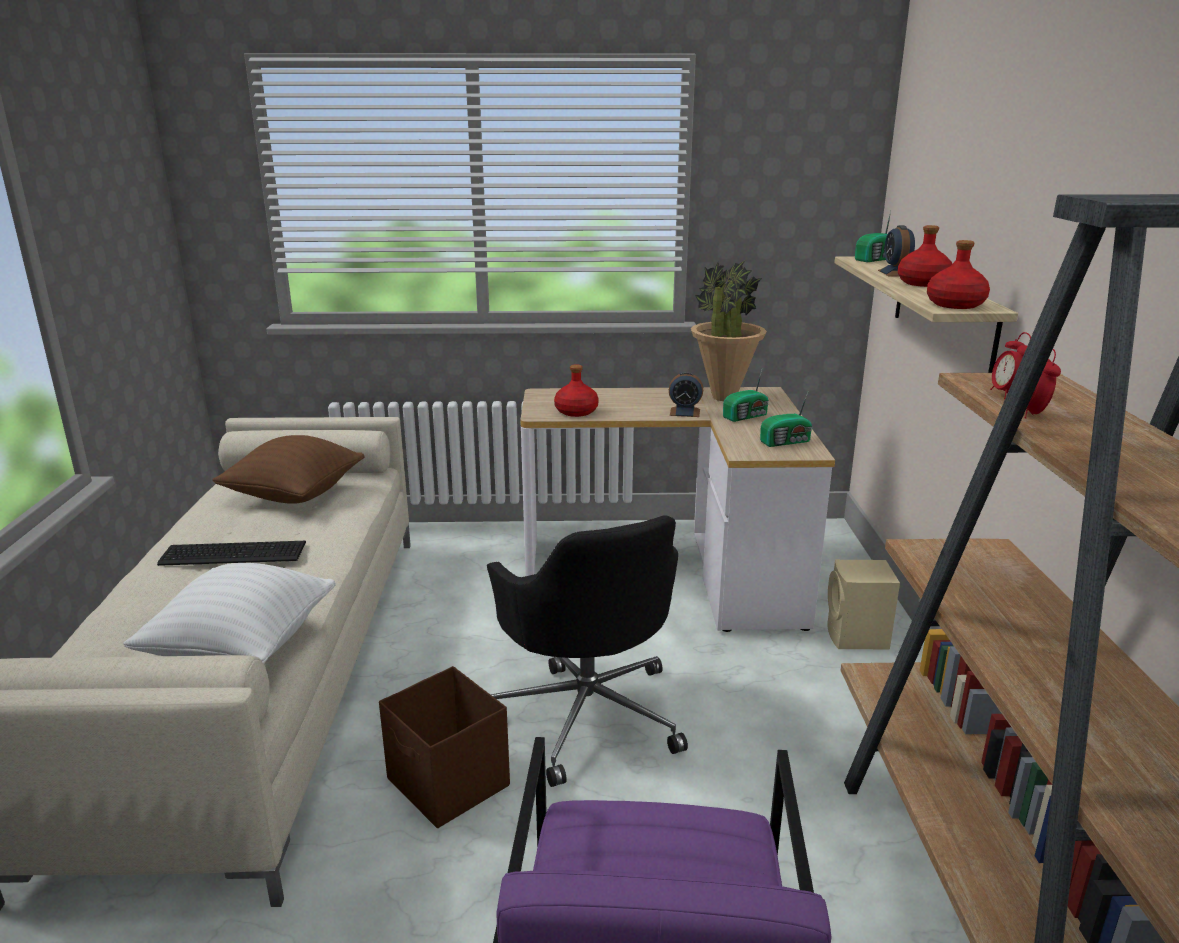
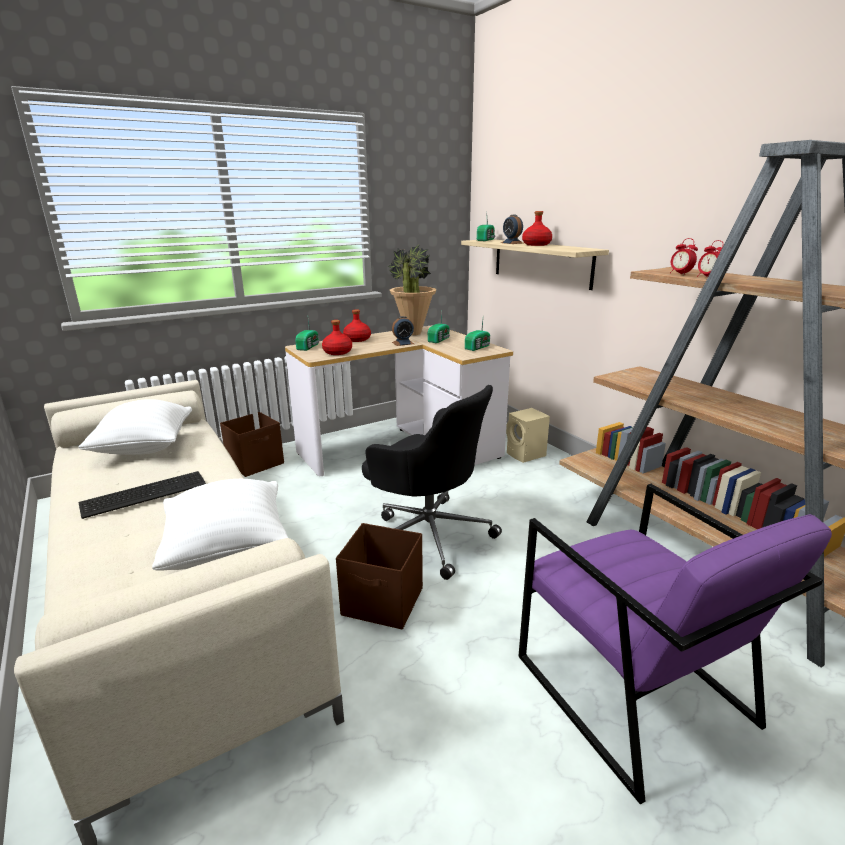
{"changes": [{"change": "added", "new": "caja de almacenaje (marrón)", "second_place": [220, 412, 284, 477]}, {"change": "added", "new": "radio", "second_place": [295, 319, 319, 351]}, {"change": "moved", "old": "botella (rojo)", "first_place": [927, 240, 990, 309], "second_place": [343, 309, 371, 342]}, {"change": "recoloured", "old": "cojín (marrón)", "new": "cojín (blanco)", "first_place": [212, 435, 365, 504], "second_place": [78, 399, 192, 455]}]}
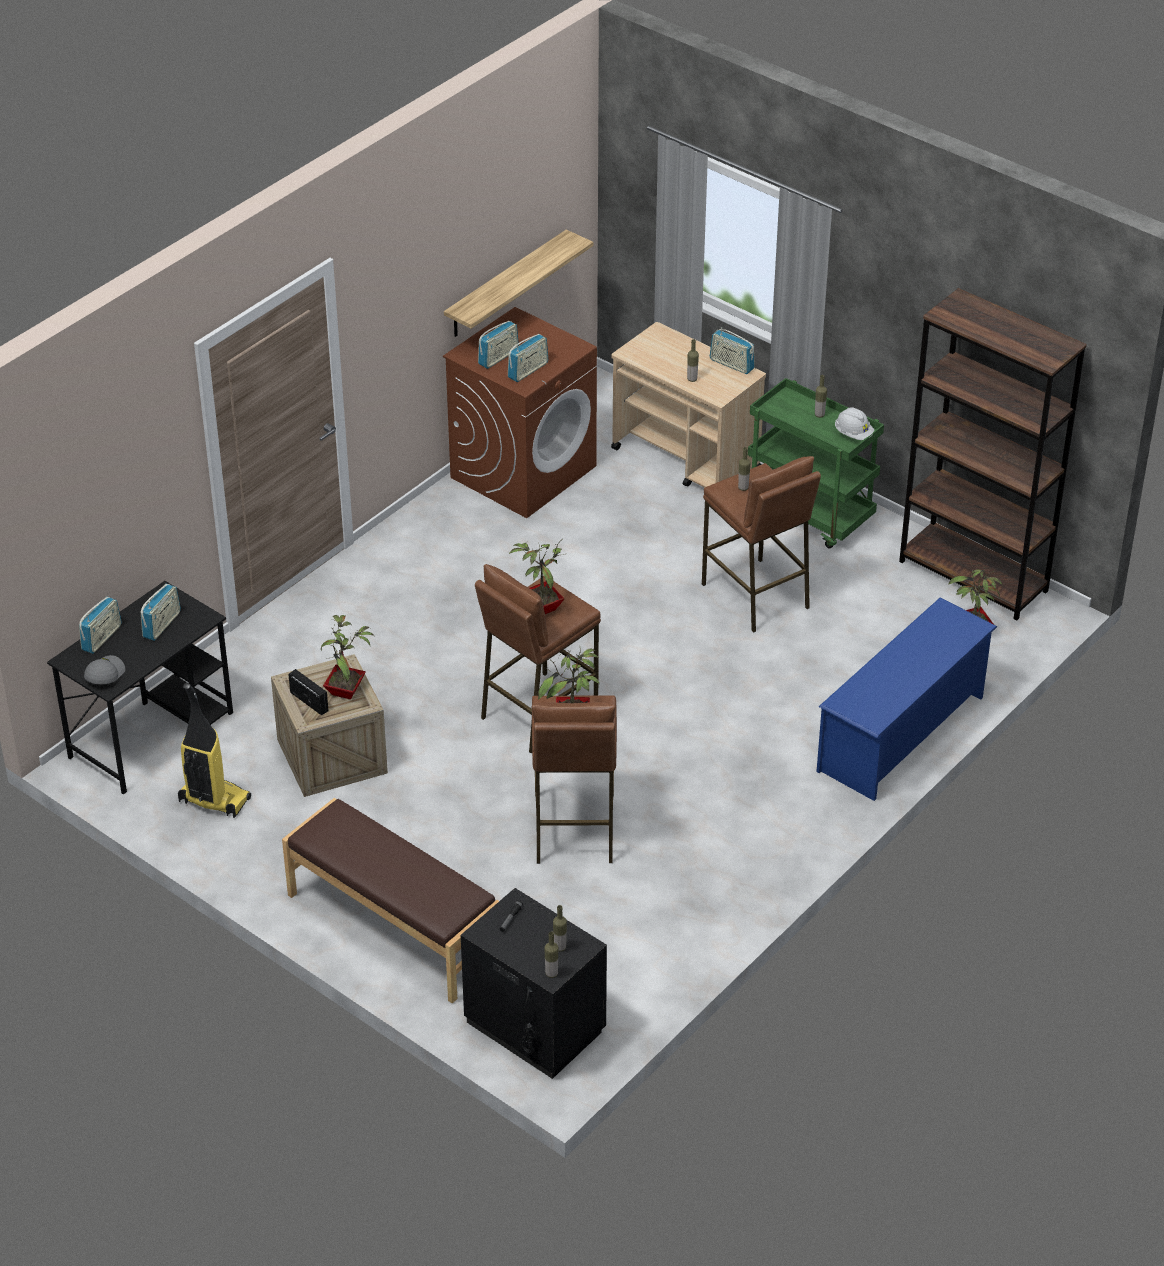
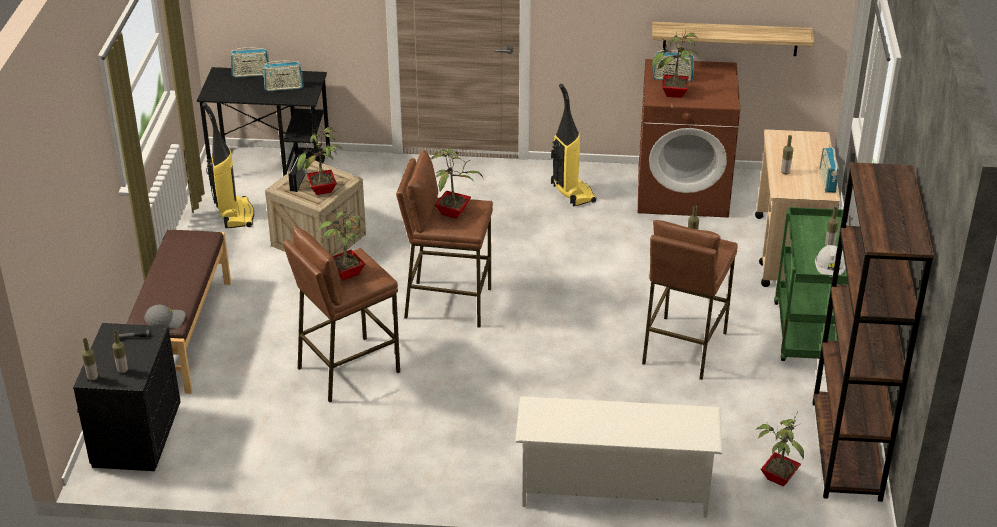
{"changes": [{"change": "added", "new": "aspiradora", "second_place": [551, 84, 596, 206]}, {"change": "moved", "old": "gorra (gris)", "first_place": [84, 655, 125, 684], "second_place": [144, 305, 185, 328]}, {"change": "replaced", "old": "radio", "new": "planta en maceta", "first_place": [508, 334, 548, 382], "second_place": [651, 32, 698, 98]}, {"change": "recoloured", "old": "zapatero (azul)", "new": "zapatero (blanco)", "first_place": [816, 598, 997, 801], "second_place": [515, 396, 723, 518]}]}
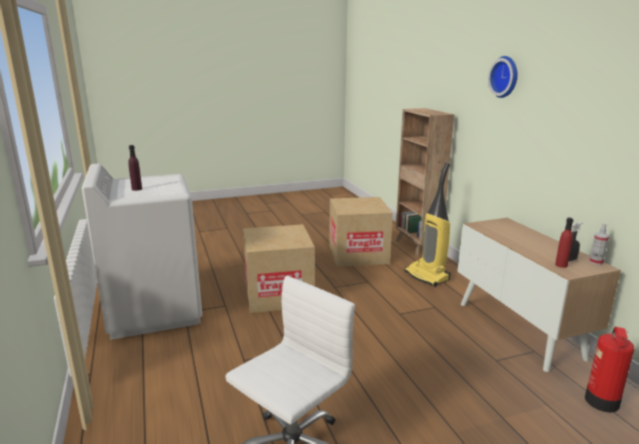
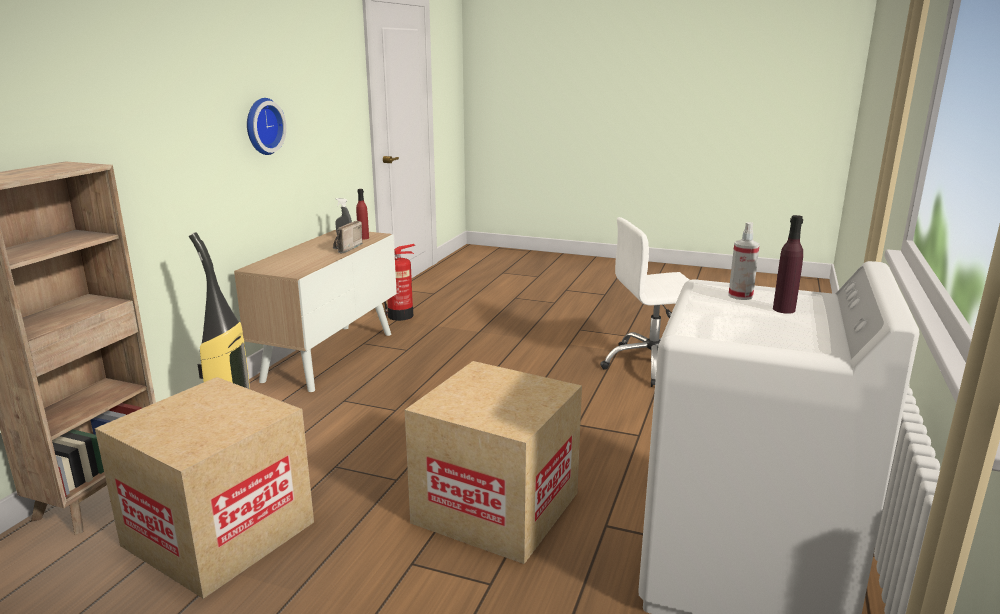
{"changes": [{"change": "added", "new": "radio", "second_place": [333, 221, 363, 253]}, {"change": "moved", "old": "reloj de pared", "first_place": [488, 56, 518, 98], "second_place": [247, 98, 286, 155]}, {"change": "moved", "old": "pulverizador", "first_place": [589, 223, 609, 265], "second_place": [728, 222, 760, 300]}]}
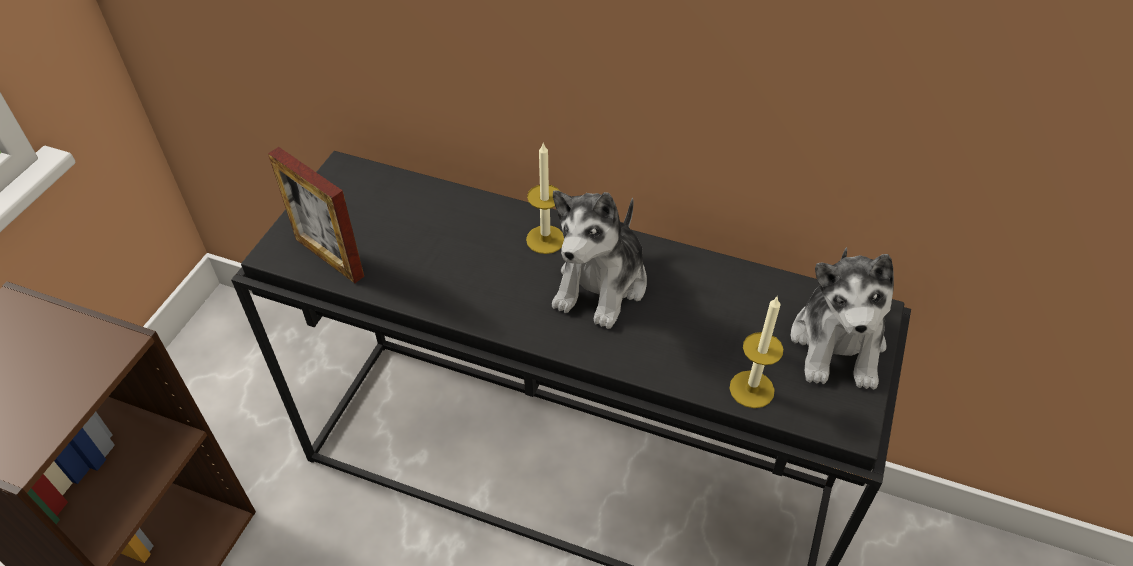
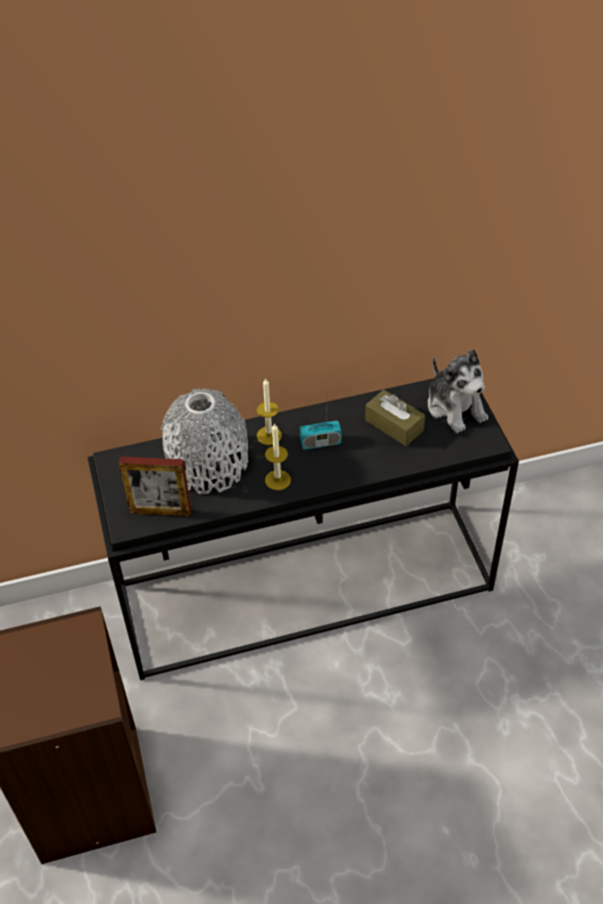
{"changes": [{"change": "added", "new": "florero (gris)", "second_place": [161, 389, 248, 494]}, {"change": "added", "new": "caja de pañuelos (marrón)", "second_place": [365, 390, 425, 446]}, {"change": "moved", "old": "vela", "first_place": [729, 296, 783, 408], "second_place": [265, 424, 291, 490]}, {"change": "replaced", "old": "peluche", "new": "radio", "first_place": [552, 190, 647, 329], "second_place": [300, 401, 342, 450]}]}
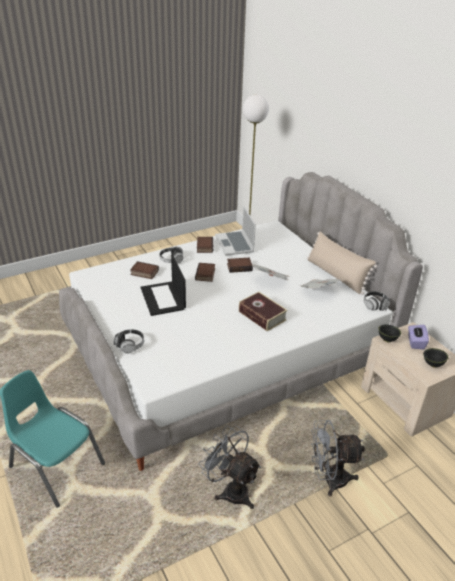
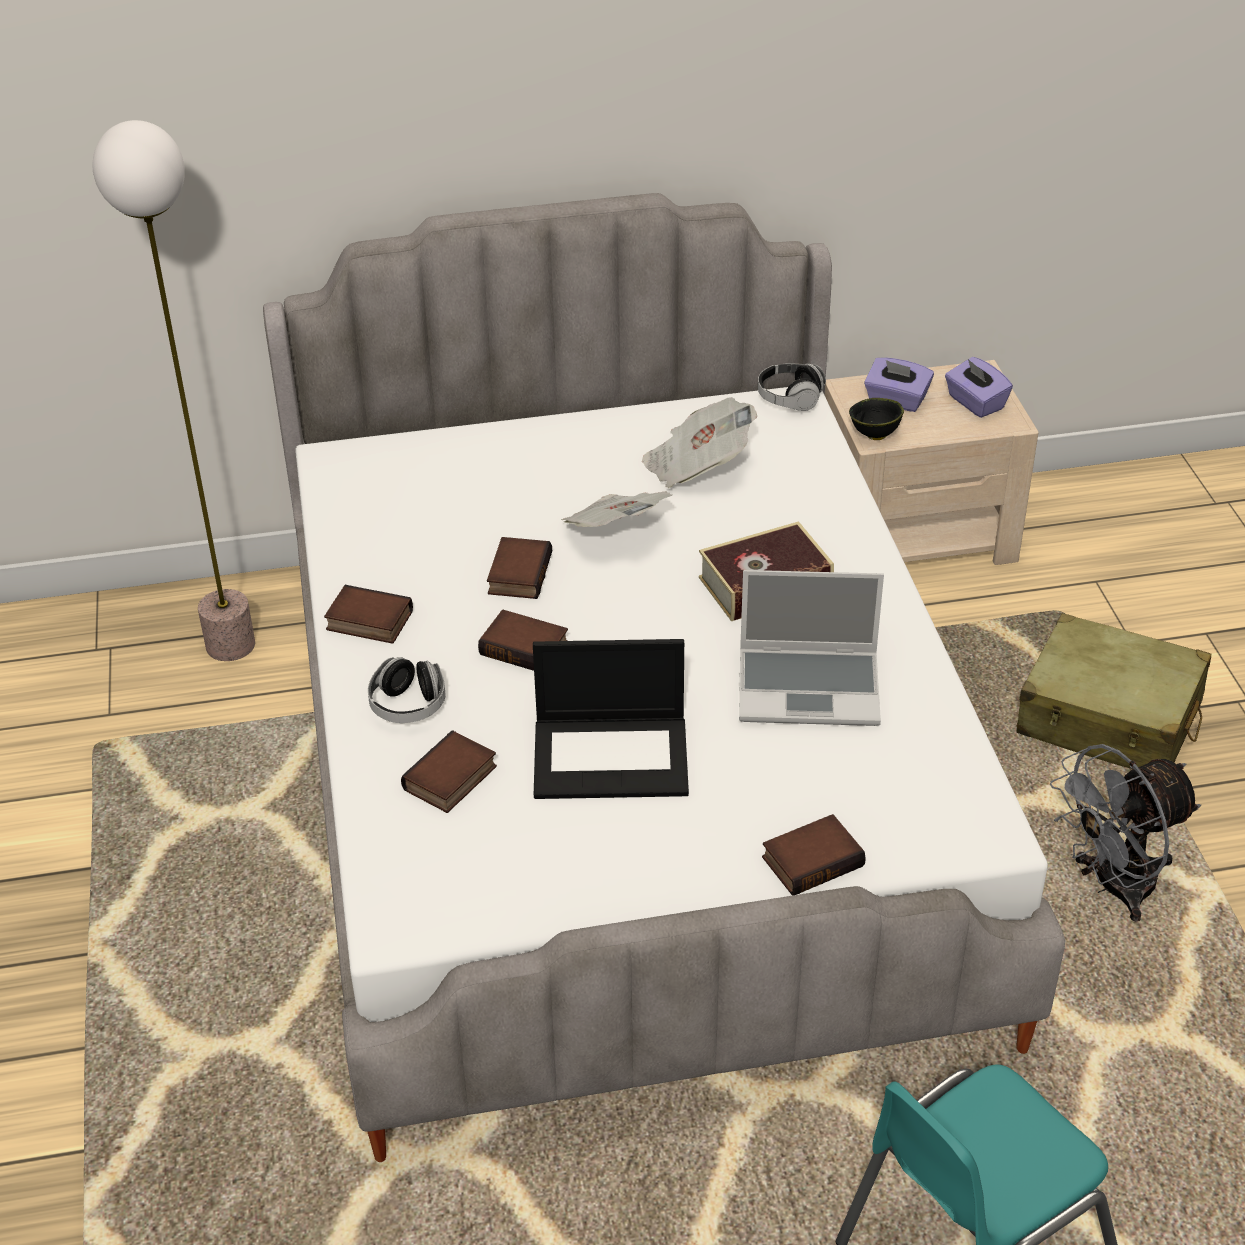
{"changes": [{"change": "removed", "old": "cojín (beis)", "first_place": [307, 231, 377, 295]}, {"change": "moved", "old": "portátil", "first_place": [215, 206, 256, 256], "second_place": [739, 570, 884, 726]}, {"change": "replaced", "old": "auriculares", "new": "libro", "first_place": [113, 329, 144, 354], "second_place": [762, 814, 866, 896]}, {"change": "replaced", "old": "ventilador (gris)", "new": "maleta (beis)", "first_place": [311, 420, 365, 496], "second_place": [1017, 613, 1211, 769]}, {"change": "replaced", "old": "cuenco (negro)", "new": "caja de pañuelos (morado)", "first_place": [423, 348, 448, 367], "second_place": [945, 357, 1013, 418]}]}
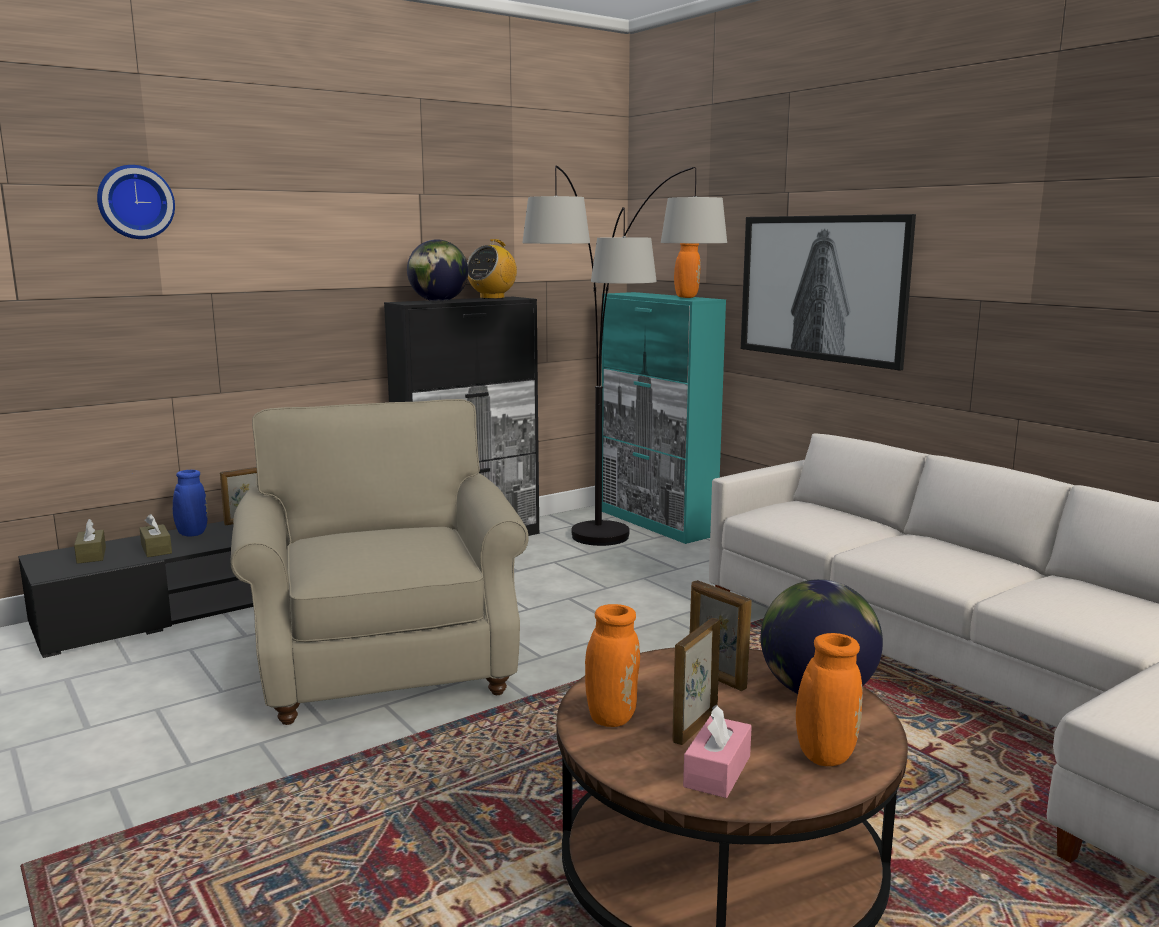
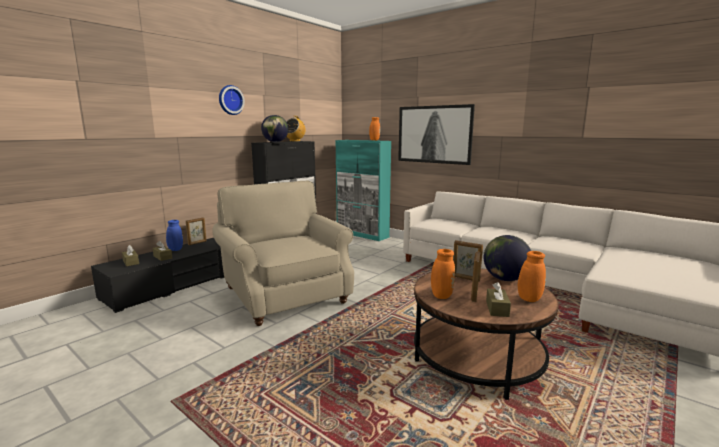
{"changes": [{"change": "removed", "old": "lámpara de pie", "first_place": [523, 166, 727, 546]}, {"change": "moved", "old": "reloj de pared", "first_place": [97, 165, 175, 239], "second_place": [219, 85, 245, 115]}, {"change": "recoloured", "old": "caja de pañuelos (rosa)", "new": "caja de pañuelos (marrón)", "first_place": [683, 705, 752, 798], "second_place": [486, 282, 511, 317]}]}
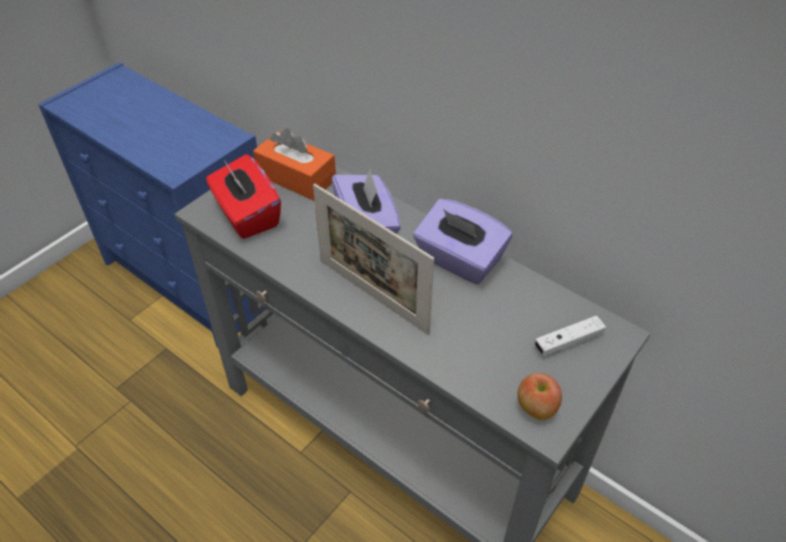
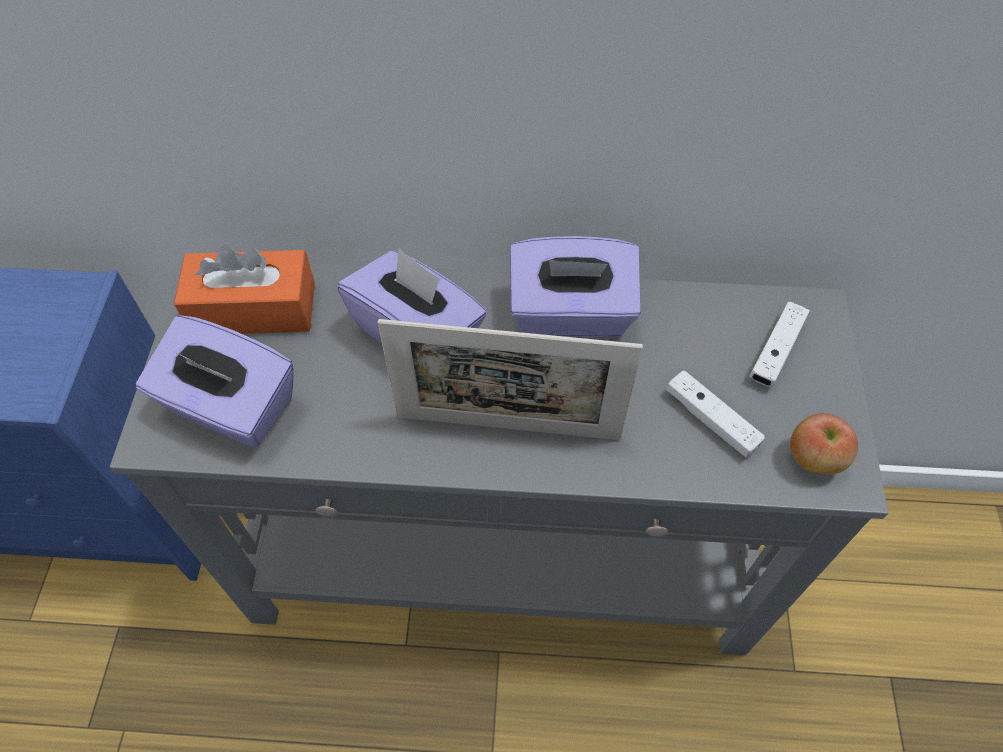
{"changes": [{"change": "added", "new": "mando de consola (blanco)", "second_place": [666, 370, 765, 458]}, {"change": "recoloured", "old": "caja de pañuelos (rojo)", "new": "caja de pañuelos (morado)", "first_place": [206, 154, 281, 239], "second_place": [136, 315, 294, 448]}]}
